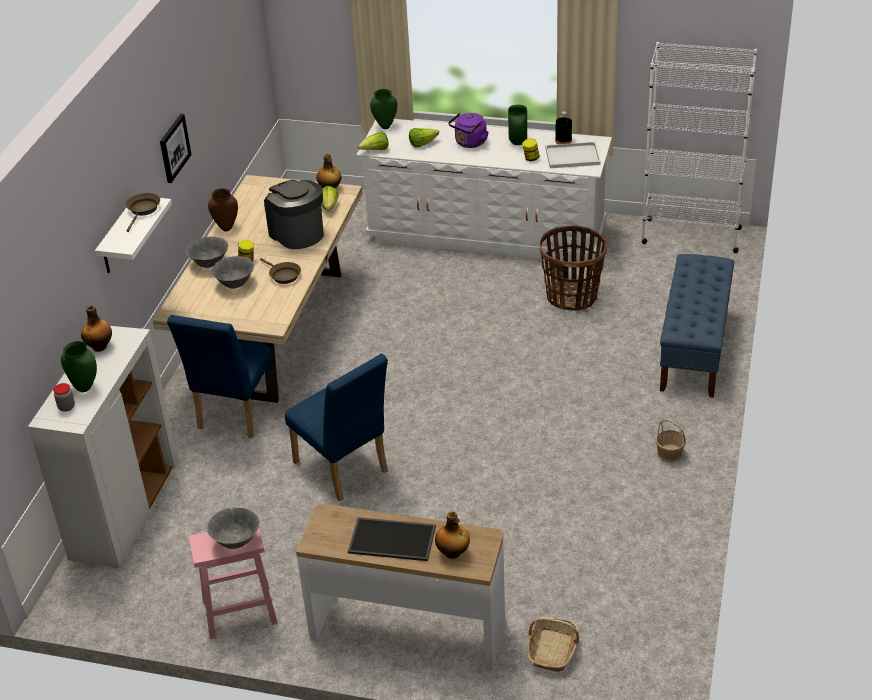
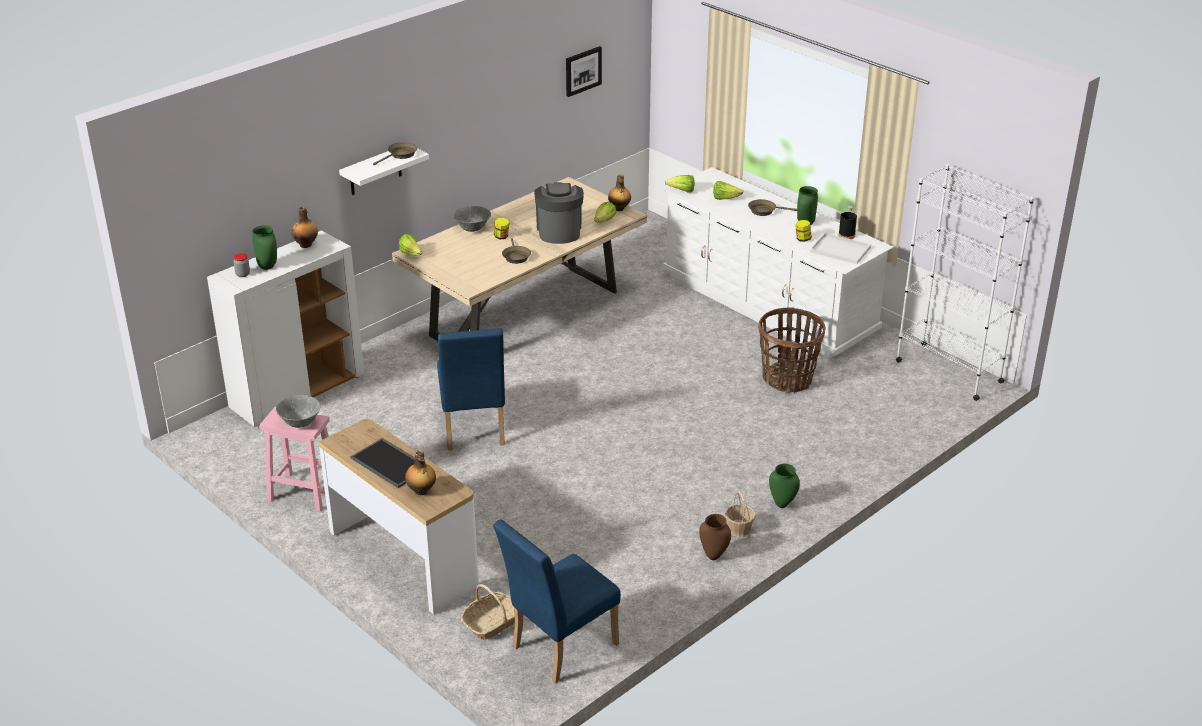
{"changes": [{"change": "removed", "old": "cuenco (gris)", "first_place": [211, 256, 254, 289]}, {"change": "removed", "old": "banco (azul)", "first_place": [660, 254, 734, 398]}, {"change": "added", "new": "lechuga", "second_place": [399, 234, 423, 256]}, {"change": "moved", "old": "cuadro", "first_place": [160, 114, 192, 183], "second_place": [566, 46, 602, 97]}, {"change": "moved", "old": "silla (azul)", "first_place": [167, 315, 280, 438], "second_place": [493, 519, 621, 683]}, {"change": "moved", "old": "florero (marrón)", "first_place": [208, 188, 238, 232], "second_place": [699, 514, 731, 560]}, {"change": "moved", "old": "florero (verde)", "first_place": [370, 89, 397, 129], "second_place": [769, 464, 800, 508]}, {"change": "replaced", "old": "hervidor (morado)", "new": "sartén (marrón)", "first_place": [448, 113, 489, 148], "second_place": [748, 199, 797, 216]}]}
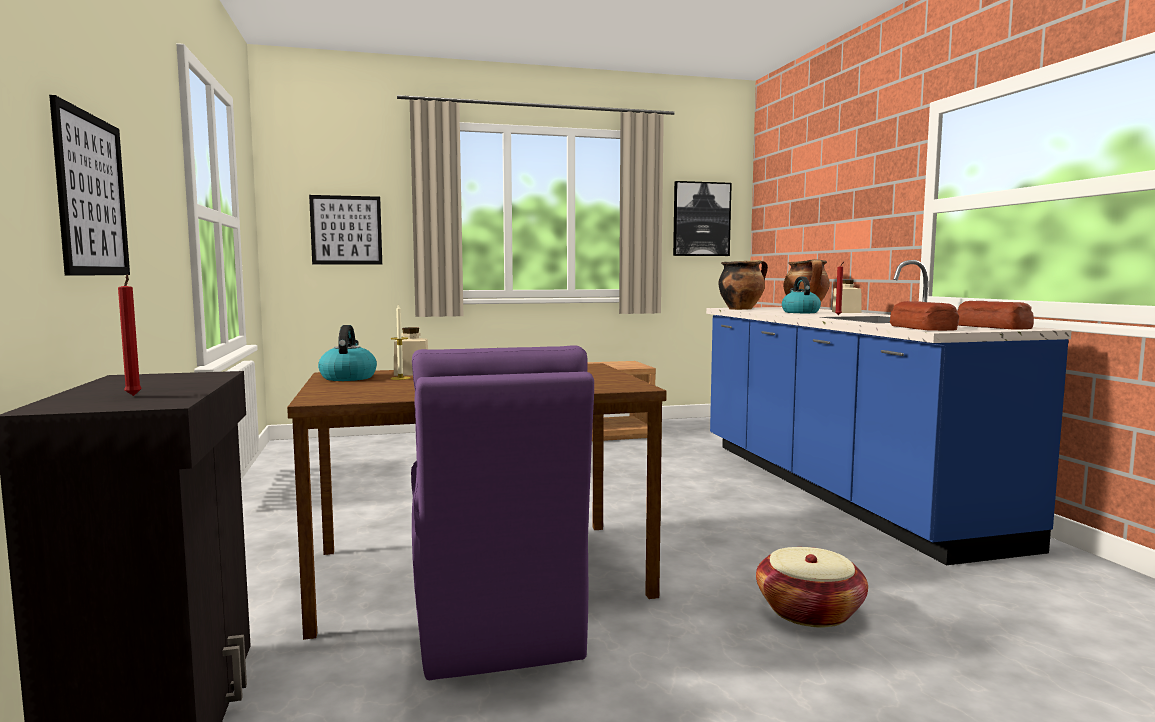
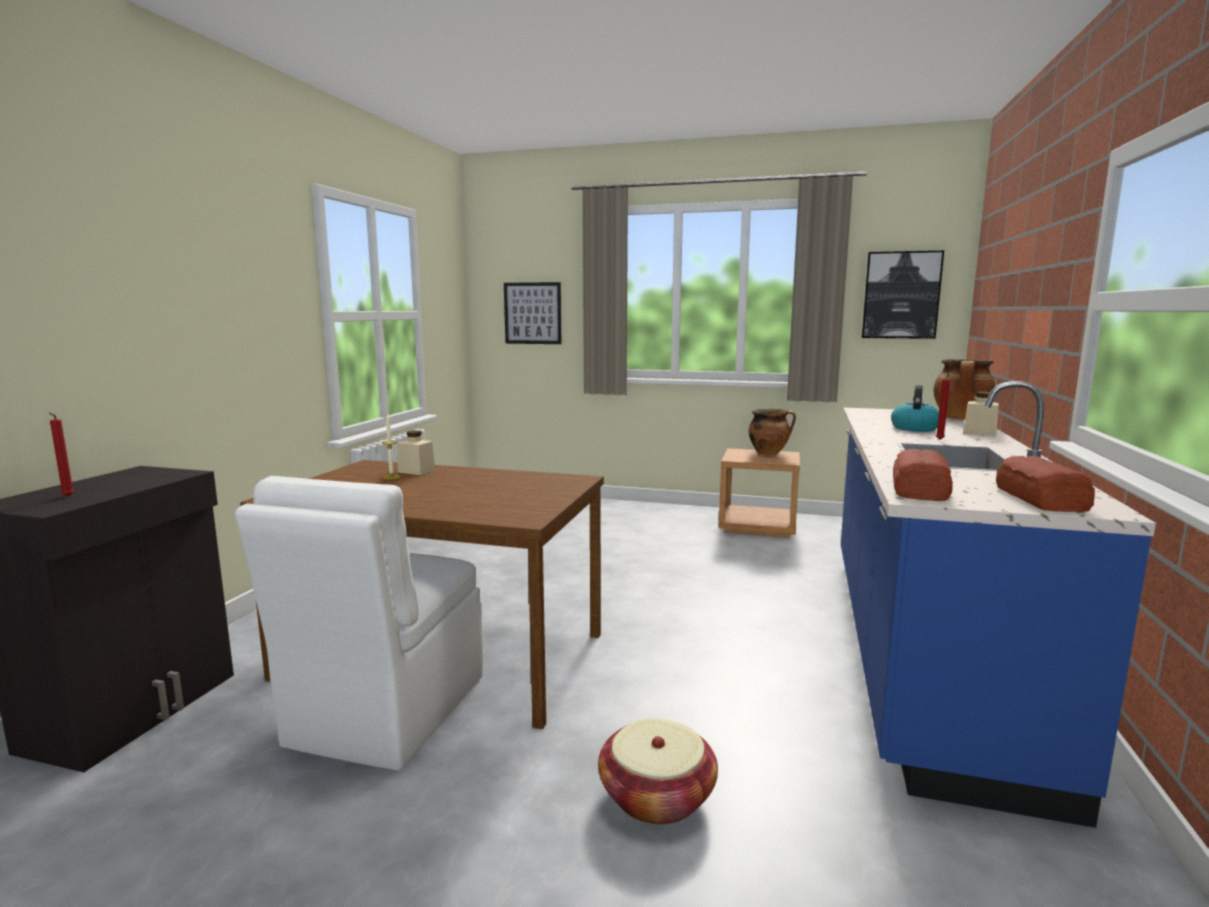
{"changes": [{"change": "removed", "old": "cuadro", "first_place": [49, 95, 130, 276]}, {"change": "removed", "old": "hervidor", "first_place": [318, 325, 377, 381]}, {"change": "moved", "old": "olla", "first_place": [718, 260, 768, 310], "second_place": [749, 409, 796, 455]}, {"change": "recoloured", "old": "silla (morado)", "new": "silla (blanco)", "first_place": [411, 345, 594, 680], "second_place": [235, 476, 483, 771]}]}
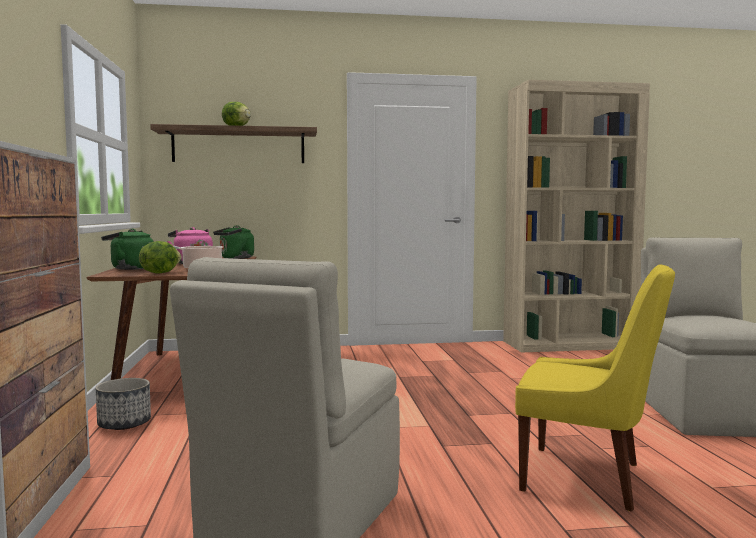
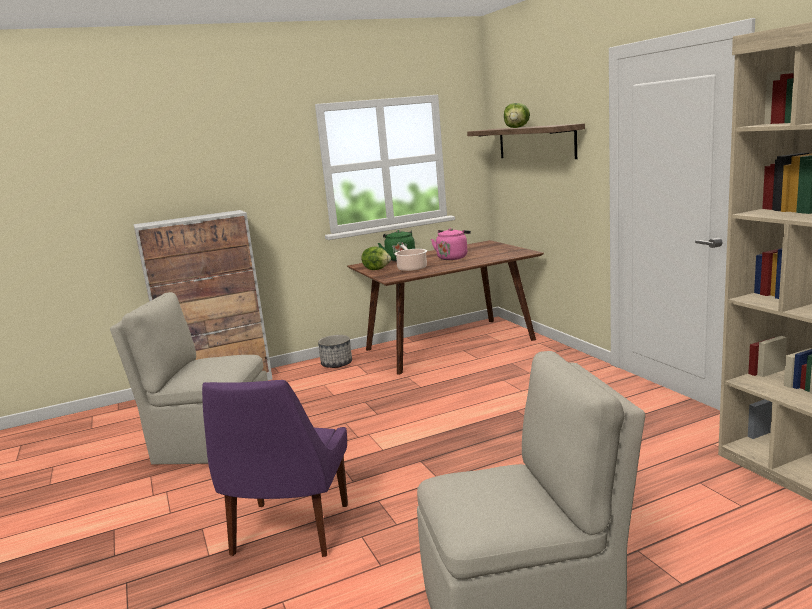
{"changes": [{"change": "removed", "old": "hervidor (verde)", "first_place": [213, 225, 254, 259]}, {"change": "recoloured", "old": "silla (amarillo)", "new": "silla (morado)", "first_place": [515, 264, 675, 511], "second_place": [202, 380, 348, 557]}]}
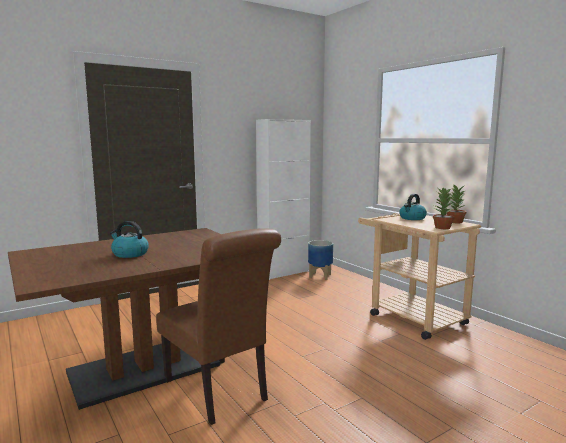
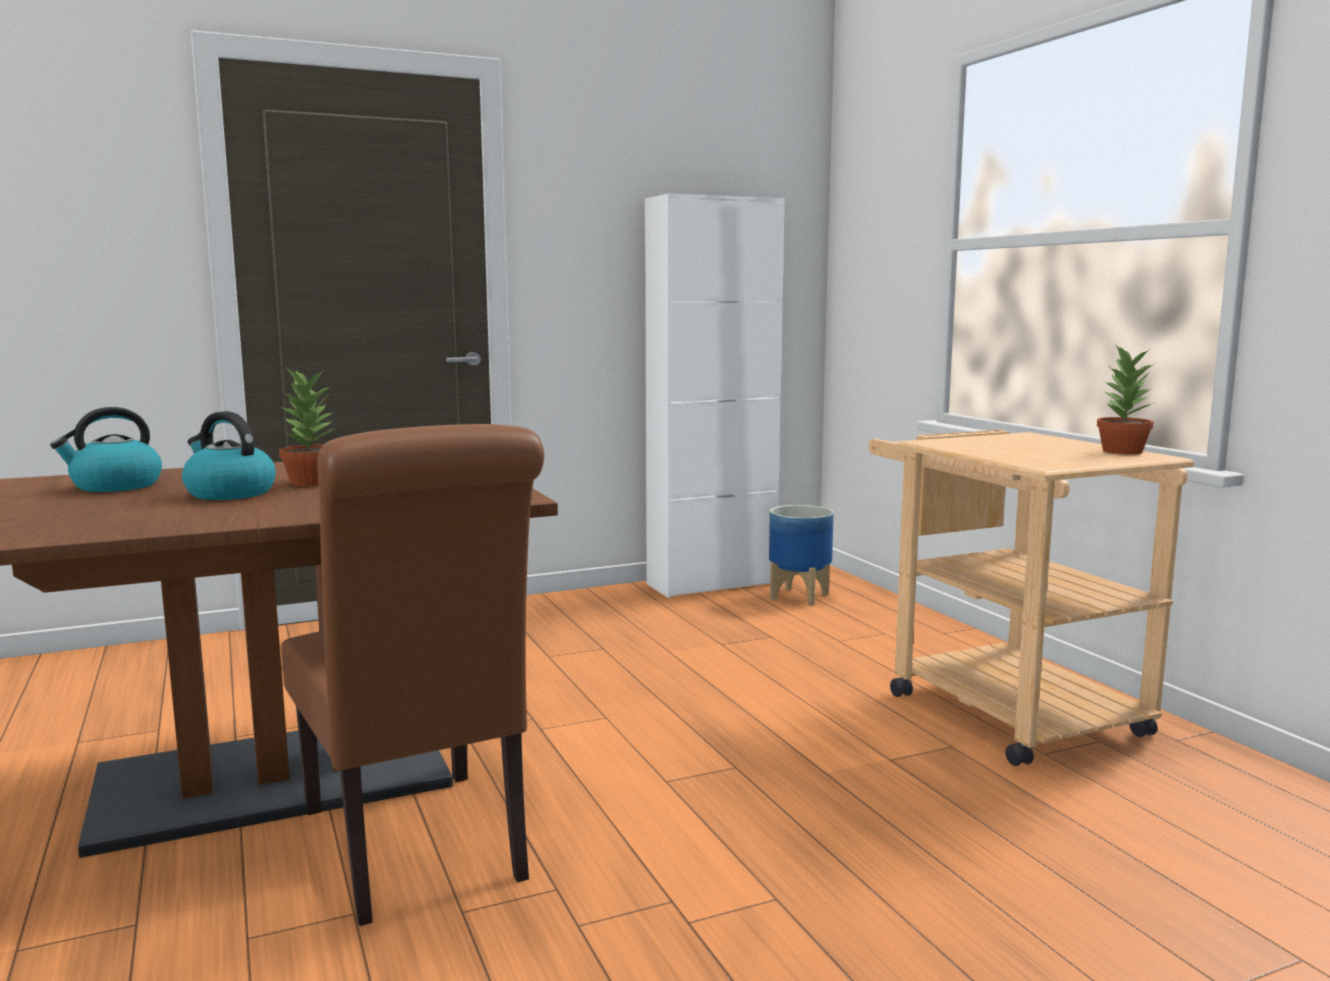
{"changes": [{"change": "moved", "old": "hervidor", "first_place": [400, 194, 427, 220], "second_place": [50, 407, 162, 492]}, {"change": "moved", "old": "planta en maceta", "first_place": [433, 188, 454, 229], "second_place": [279, 369, 336, 486]}]}
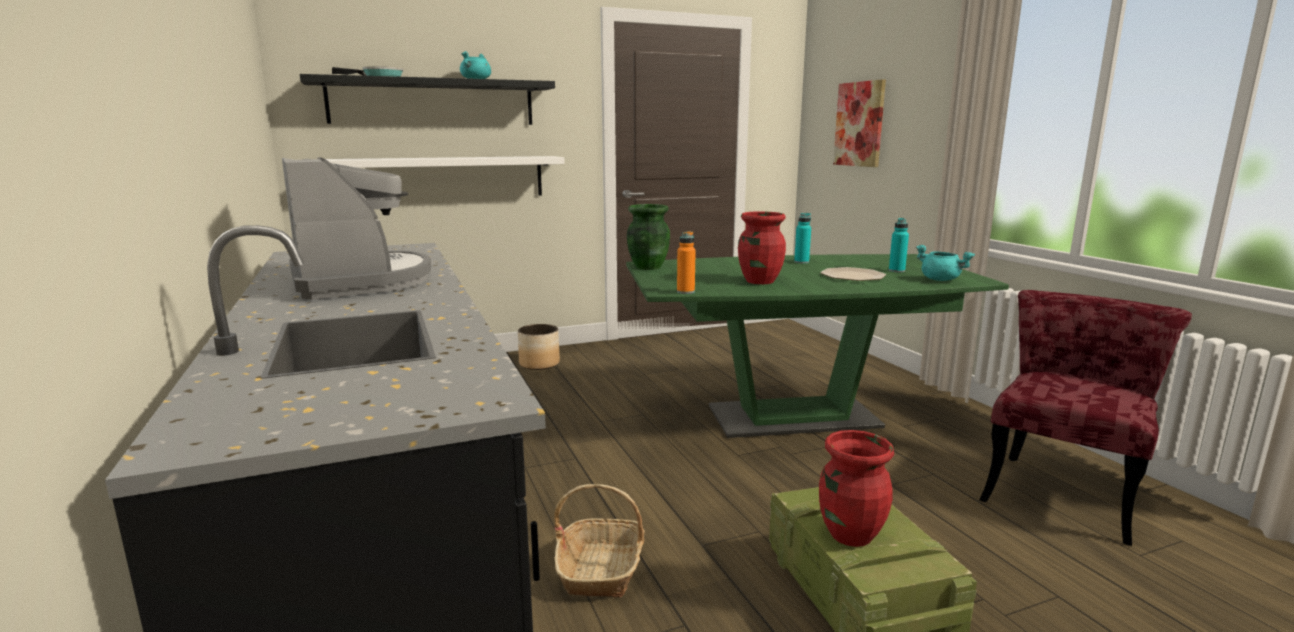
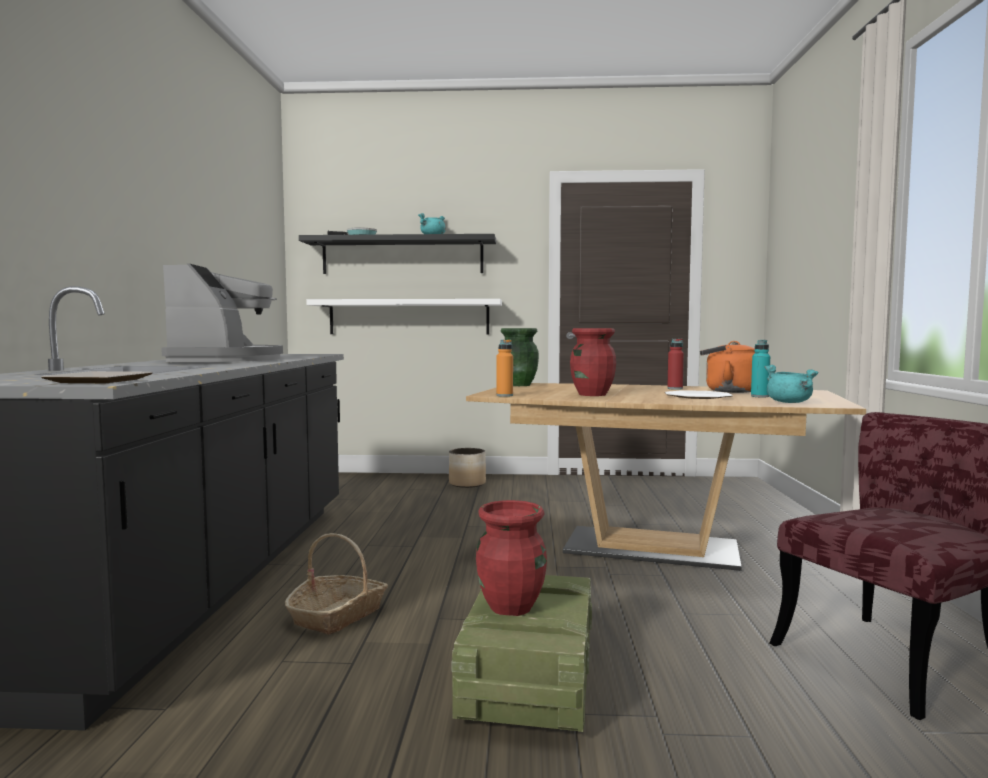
{"changes": [{"change": "removed", "old": "cuadro", "first_place": [833, 79, 886, 167]}, {"change": "added", "new": "plato", "second_place": [41, 371, 153, 383]}, {"change": "added", "new": "hervidor (naranja)", "second_place": [700, 341, 755, 393]}, {"change": "recoloured", "old": "mesa de comedor (verde)", "new": "mesa de comedor (marrón)", "first_place": [626, 254, 1009, 438], "second_place": [466, 383, 866, 571]}, {"change": "recoloured", "old": "botella (turquesa)", "new": "botella (rojo)", "first_place": [794, 213, 811, 264], "second_place": [667, 339, 684, 390]}]}
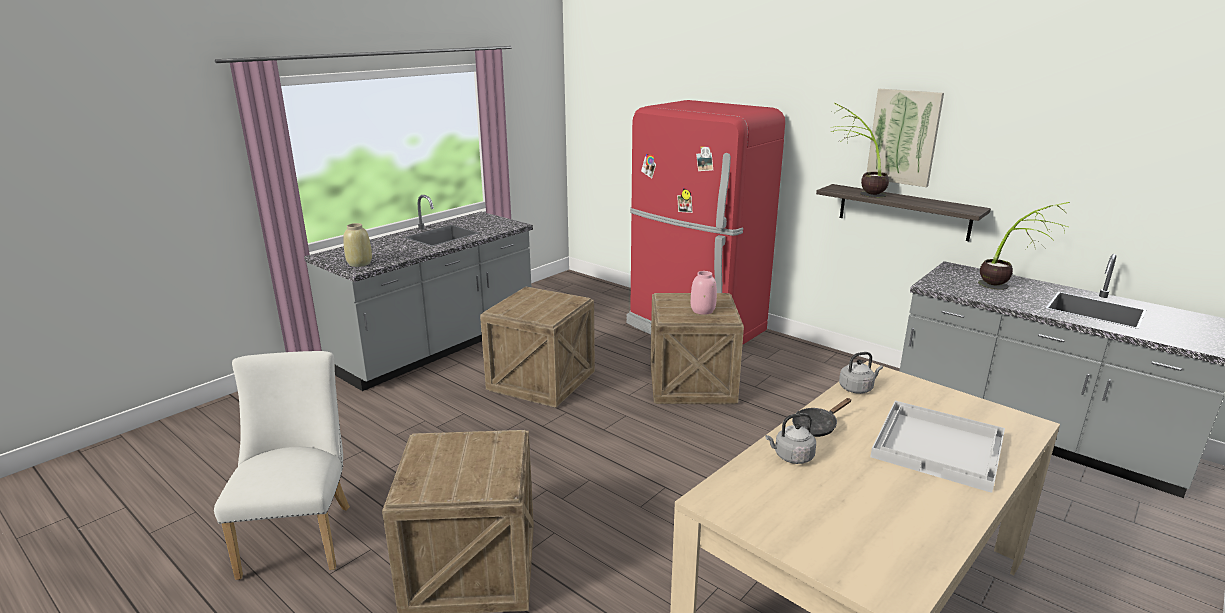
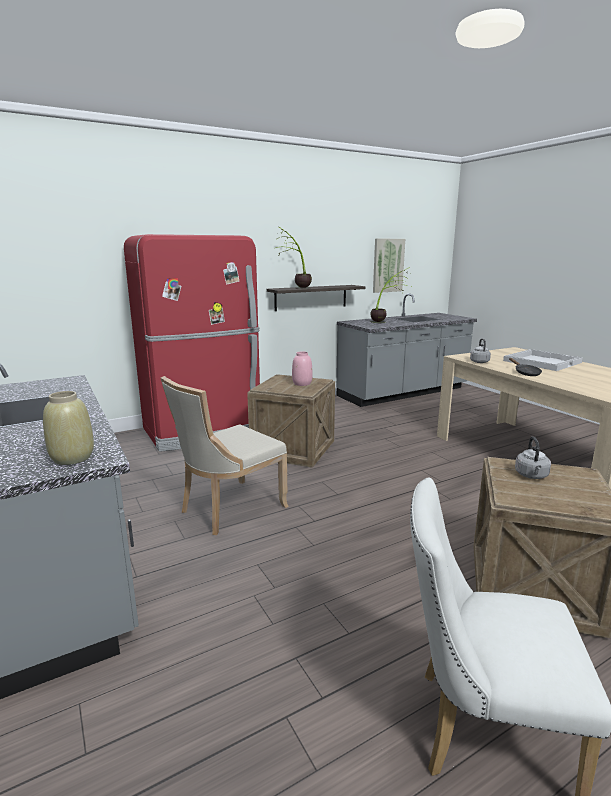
{"changes": [{"change": "moved", "old": "hervidor (gris)", "first_place": [765, 413, 816, 464], "second_place": [515, 436, 551, 479]}, {"change": "moved", "old": "cuadro", "first_place": [867, 89, 944, 187], "second_place": [373, 238, 405, 293]}, {"change": "replaced", "old": "caja de embalaje", "new": "silla (beis)", "first_place": [480, 287, 595, 408], "second_place": [160, 376, 289, 535]}]}
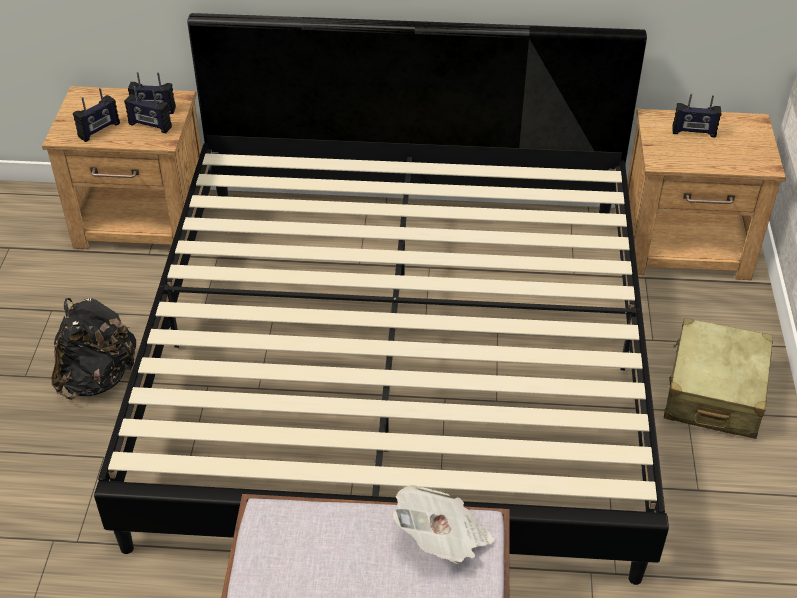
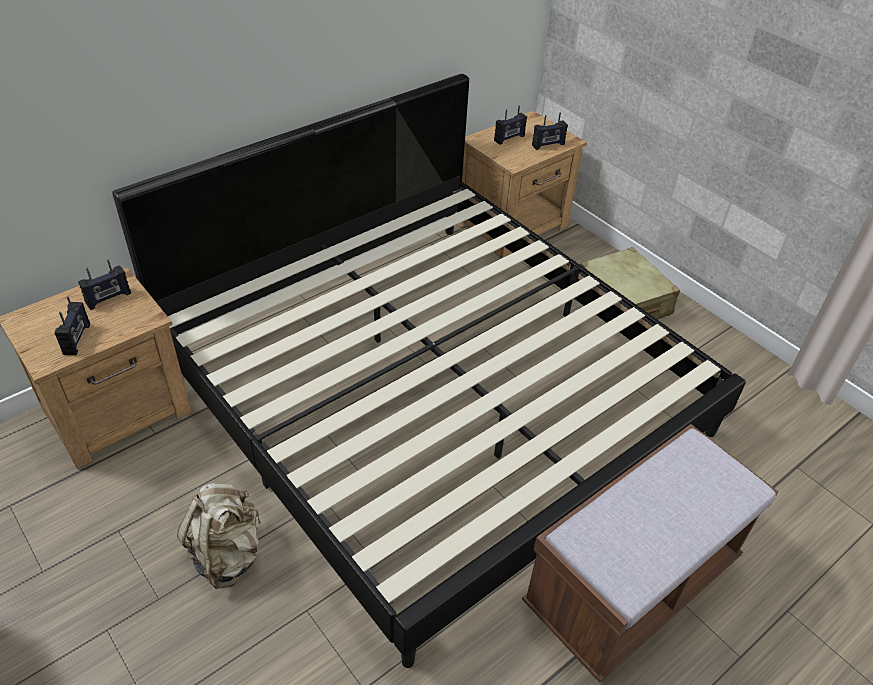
{"changes": [{"change": "removed", "old": "periódico", "first_place": [392, 485, 494, 564]}, {"change": "moved", "old": "radio", "first_place": [124, 86, 172, 133], "second_place": [532, 113, 568, 150]}, {"change": "recoloured", "old": "mochila (negro)", "new": "mochila (beis)", "first_place": [52, 298, 136, 400], "second_place": [177, 483, 261, 589]}]}
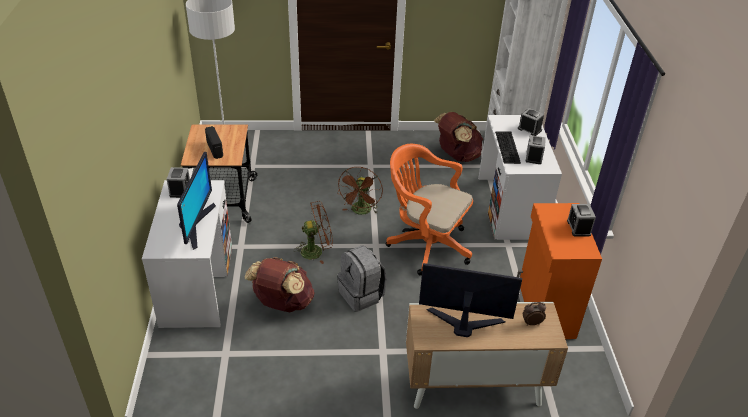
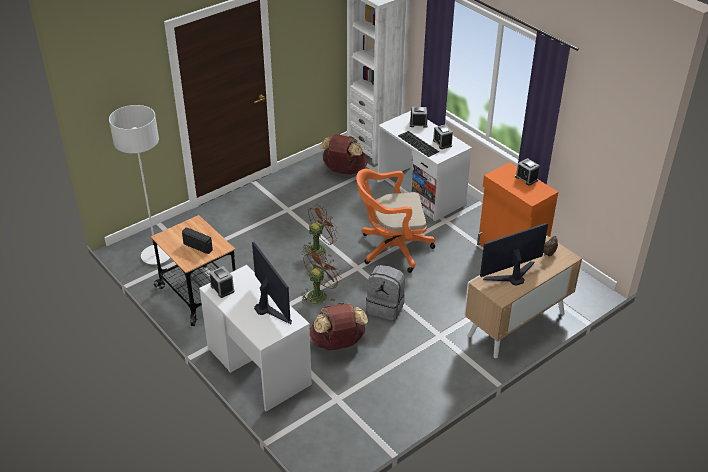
{"changes": [{"change": "turned", "old": "ventilador (marrón)", "first_place": [337, 167, 383, 215], "second_place": [302, 205, 339, 257], "degrees": -105}]}
